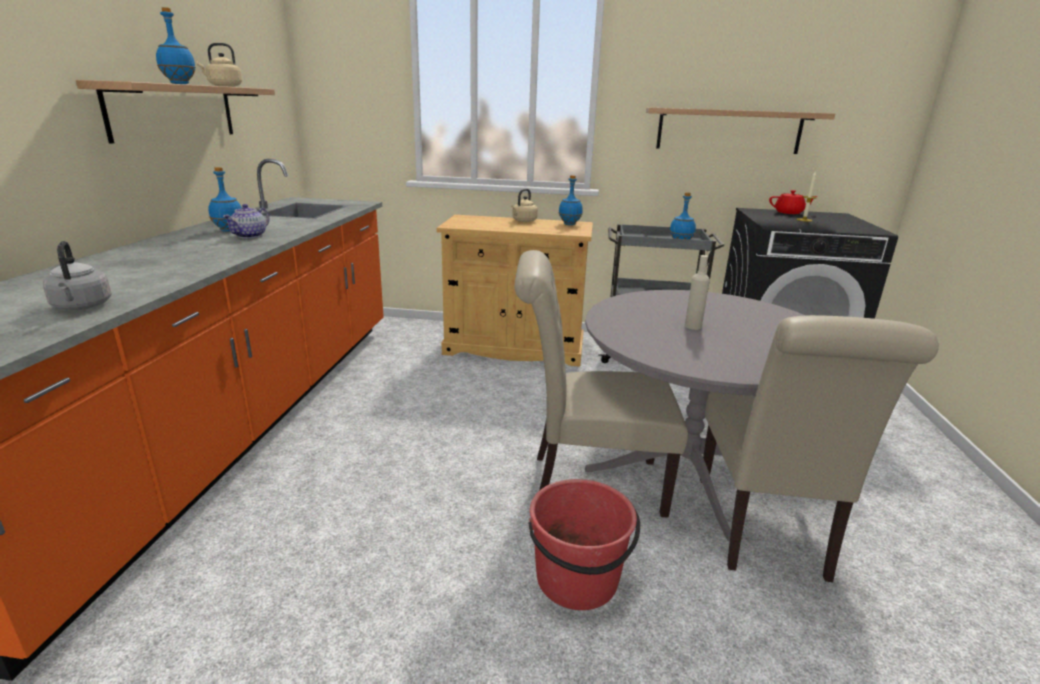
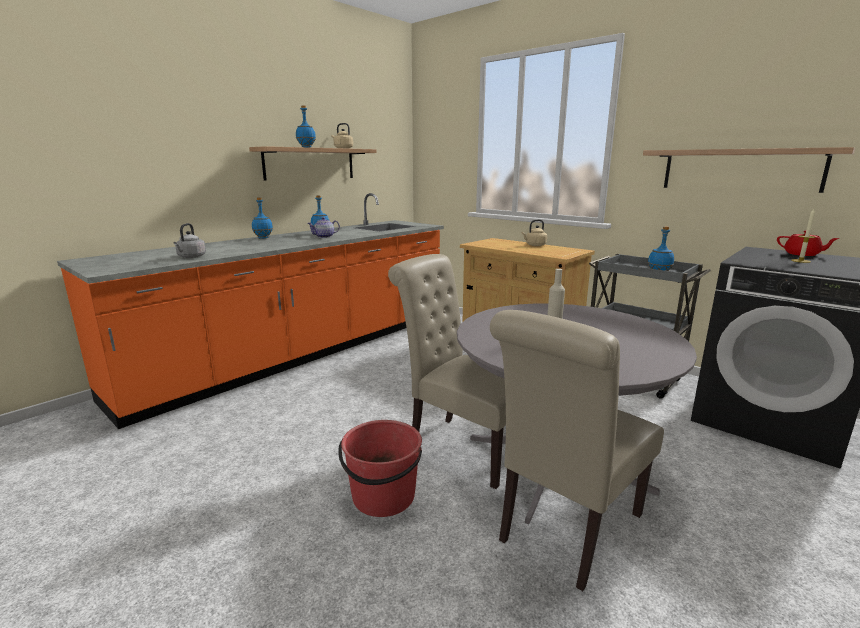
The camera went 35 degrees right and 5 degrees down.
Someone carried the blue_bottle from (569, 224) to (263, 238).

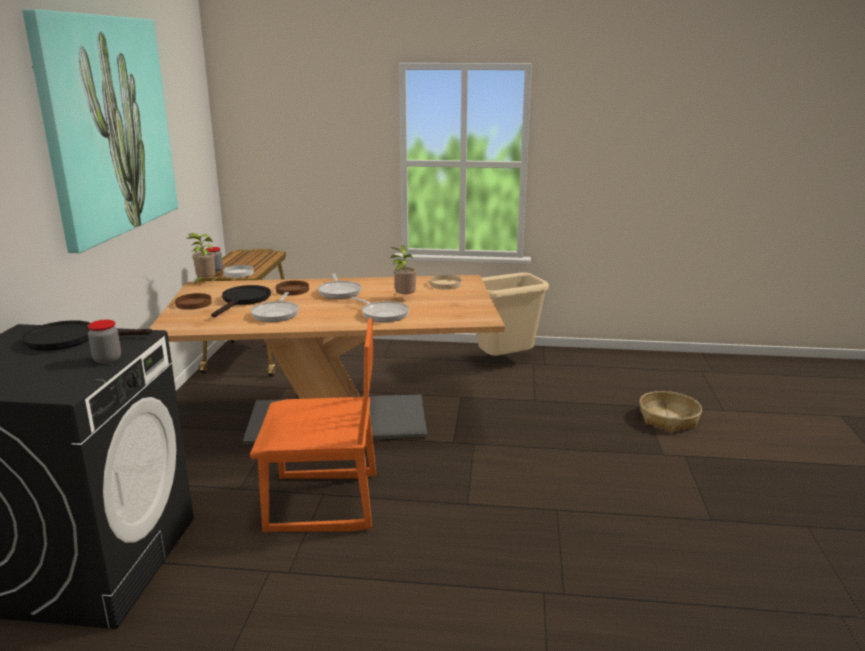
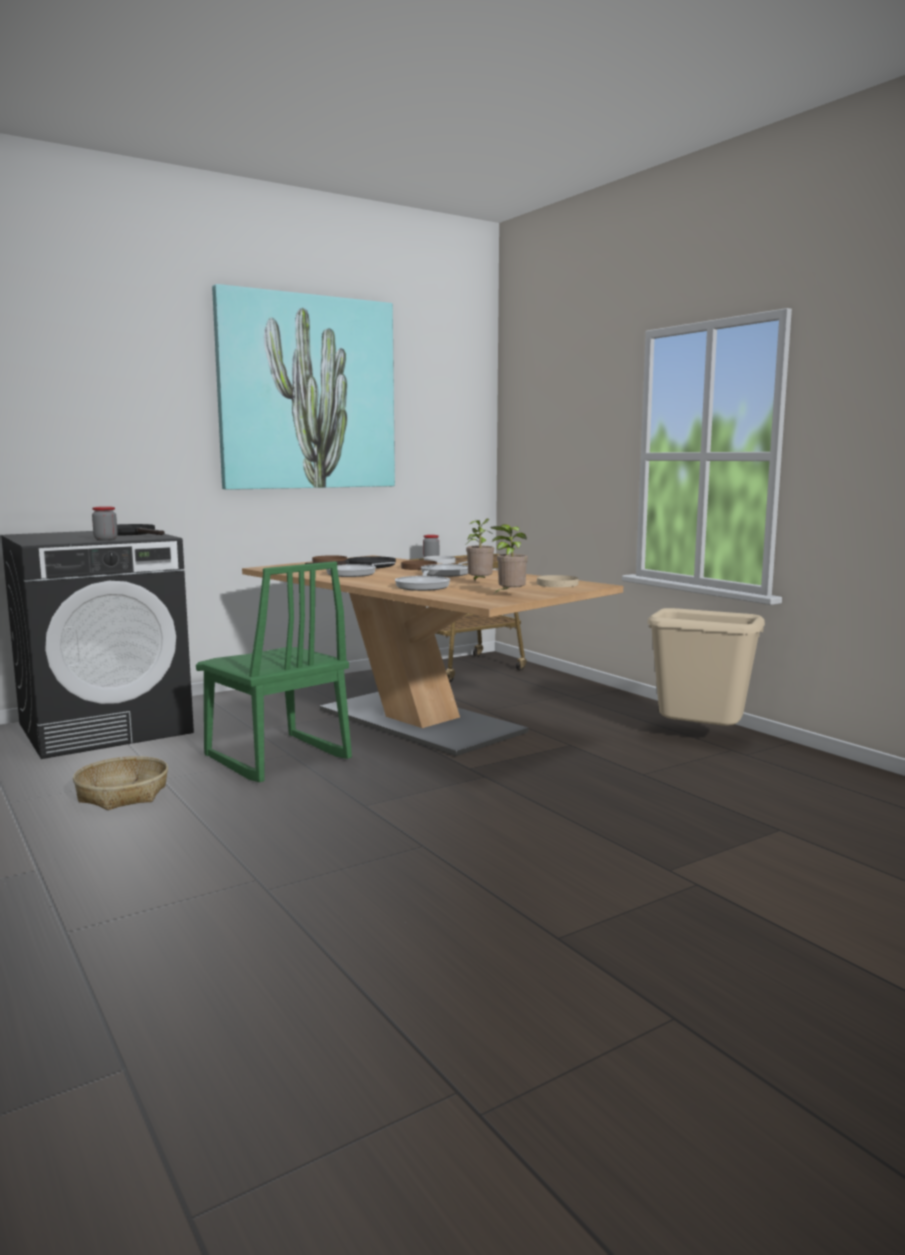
The camera went 50 degrees right and 10 degrees down.
Someone carried the potted_plant from (205, 282) to (509, 596).
Someone repainted the orange_chair at (322, 503), which became the green_chair at (276, 759).
Someone carried the basket from (668, 419) to (123, 794).

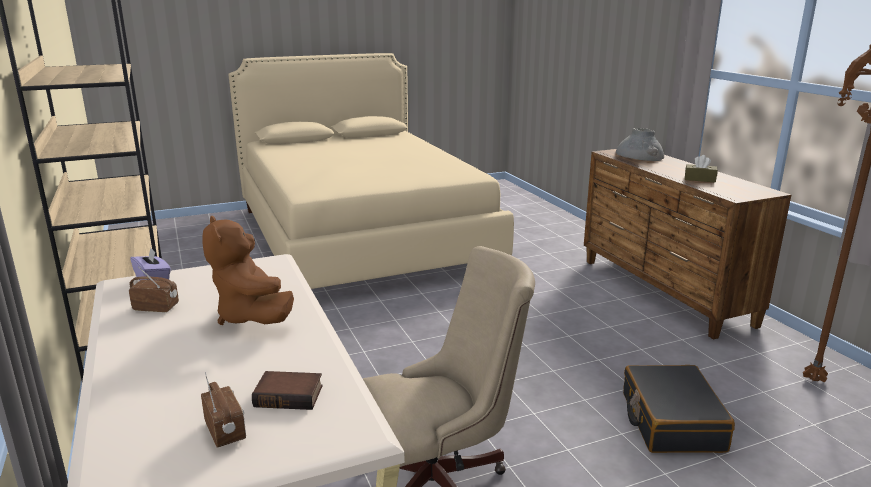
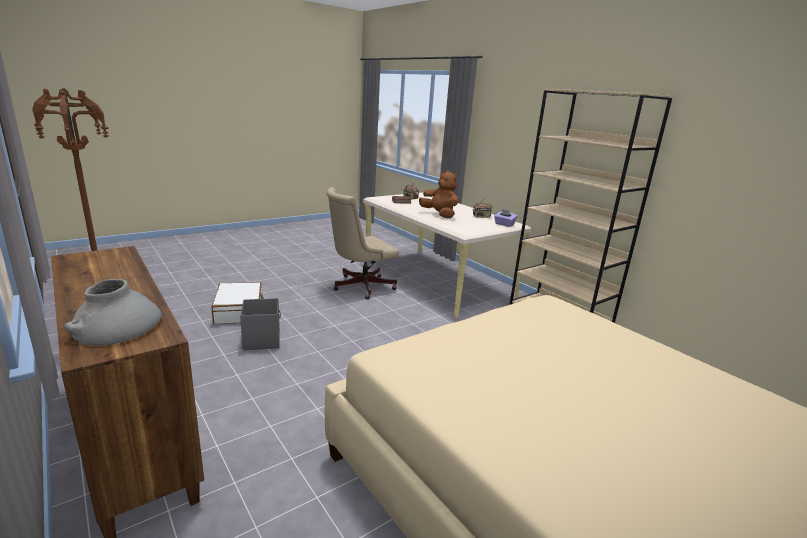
The camera went 165 degrees right and 0 degrees up.
Someone took away the brown_tissue_box at (700, 179).
Someone repainted the black_suitcase at (671, 421), which became the white_suitcase at (240, 311).
Someone put down the grey_storage_box at (262, 340).

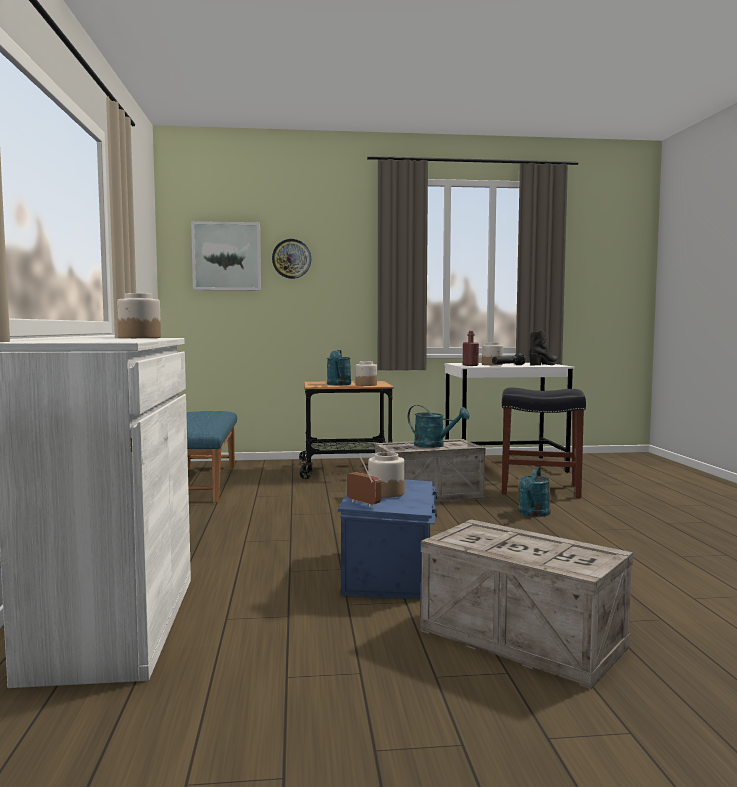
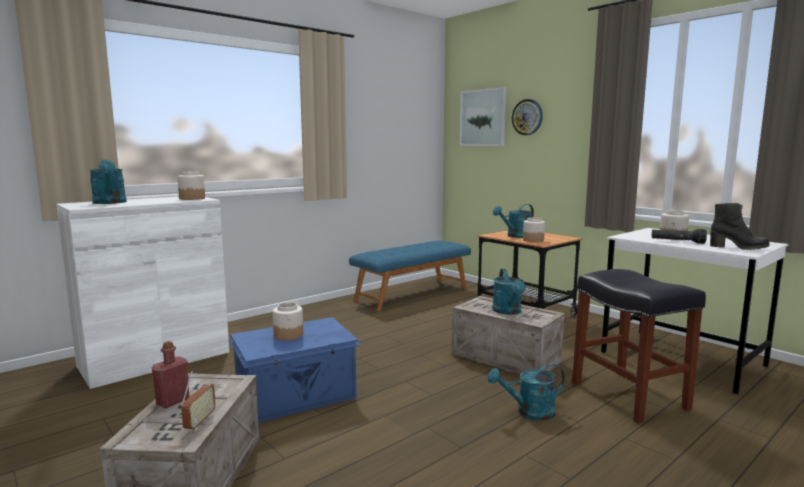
The camera went 55 degrees right and 5 degrees up.
Someone carried the red_bottle from (470, 365) to (173, 401).
Someone carried the radio from (363, 503) to (199, 422).
Someone put down the turquoise_watering_can at (110, 203).

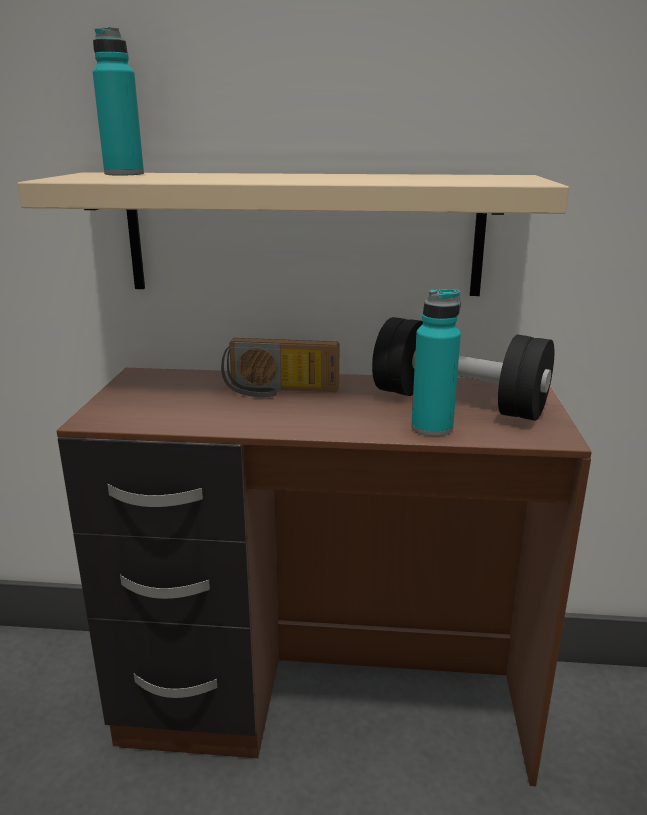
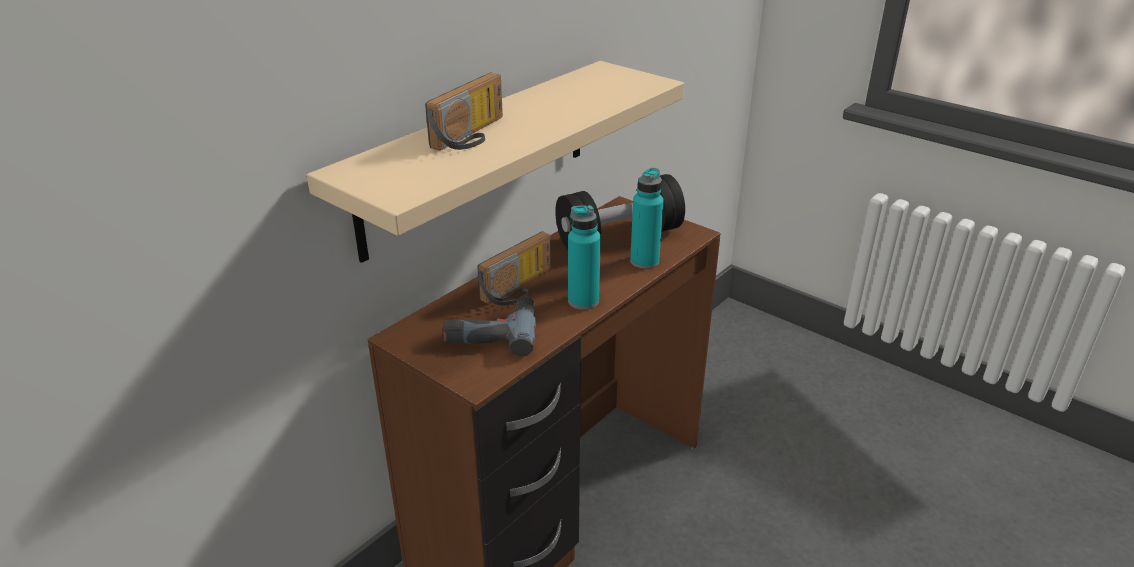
The camera went 55 degrees left and 10 degrees up.
Someone carried the turquoise_bottle from (124, 174) to (583, 301).
Someone put down the radio at (473, 135).
Someone put down the power_drill at (492, 332).

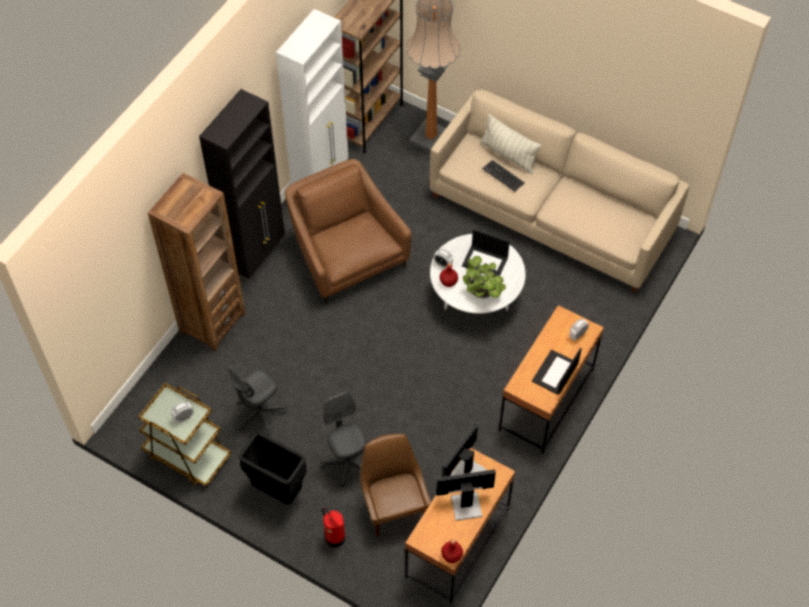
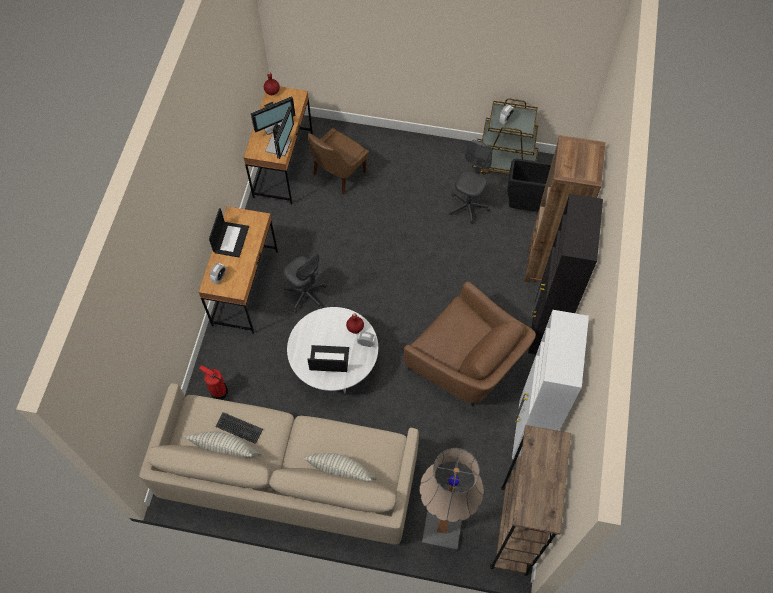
The camera went 160 degrees right and 5 degrees up.
Someone carried the keyboard from (503, 175) to (239, 428).
Someone took away the potted_plant at (483, 294).
Someone carried the grey_office_chair from (347, 463) to (306, 295).
Someone carried the black_trash_can from (278, 490) to (526, 208).
Someone rotated the brown_chair at (394, 507) by 75 degrees clockwise.
Someone carried the fire_extinguisher from (335, 538) to (219, 391).
Someone put down the pillow at (226, 450).

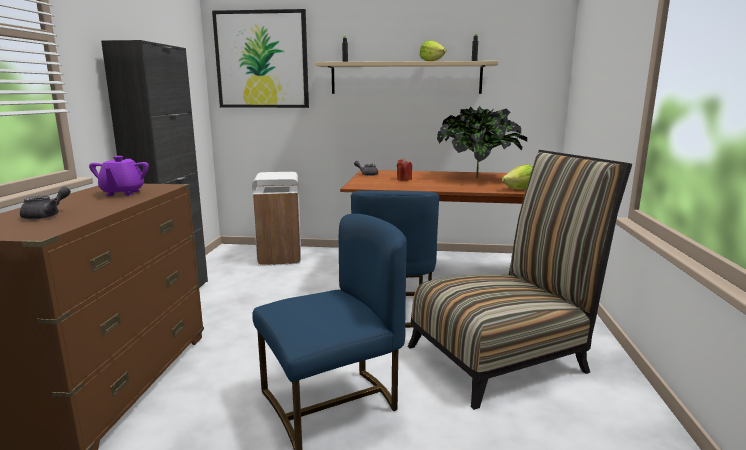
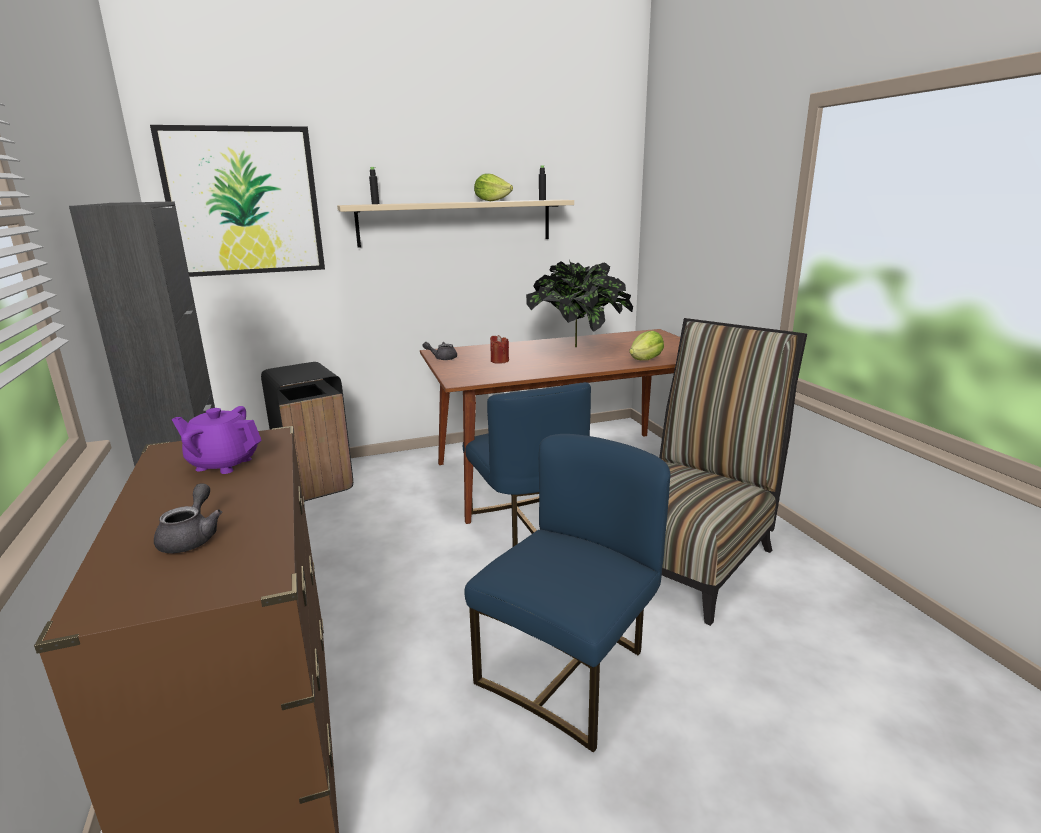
The camera went 25 degrees left and 5 degrees up.
Someone rotated the purple_teapot at (122, 193) by 135 degrees clockwise.
Someone repainted the white_trash_can at (280, 257), which became the black_trash_can at (316, 483).

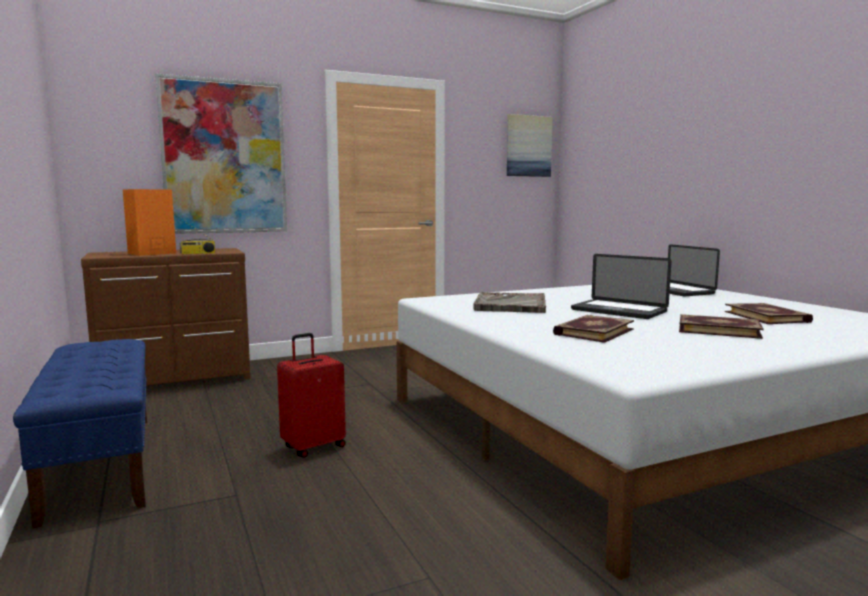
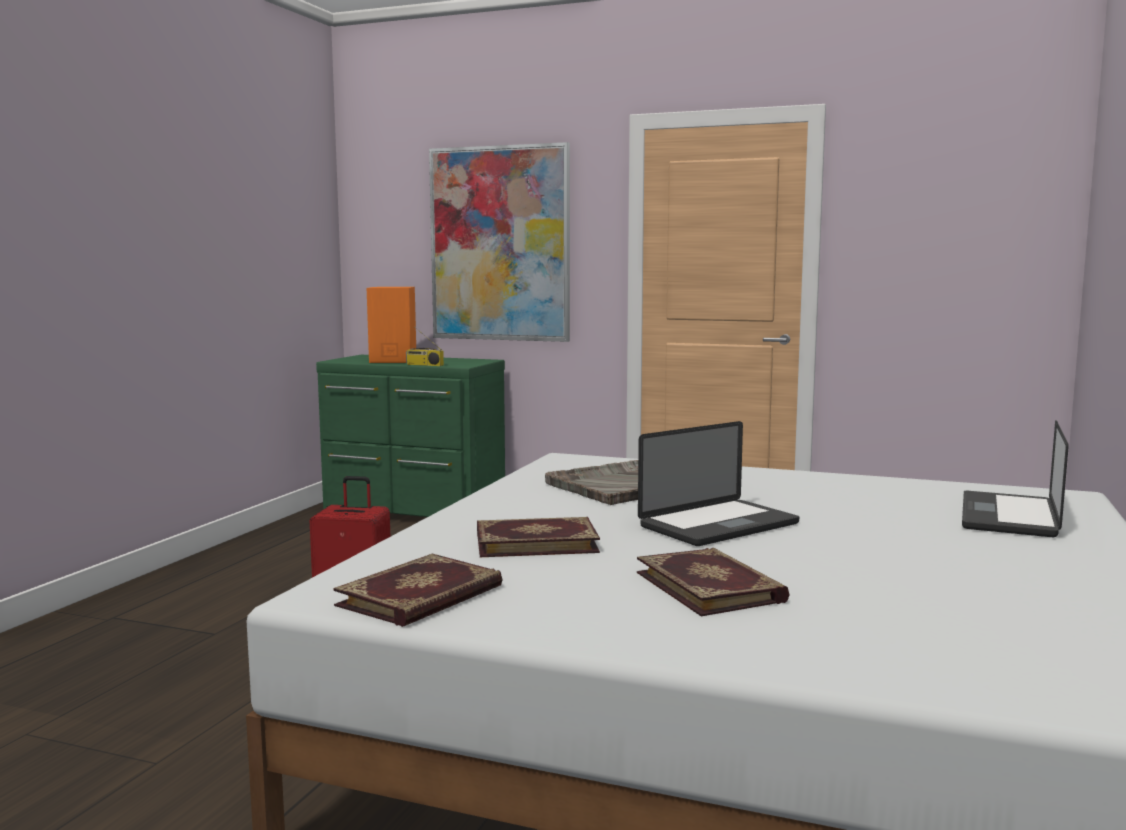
The camera went 45 degrees right and 0 degrees up.
Someone took away the picture at (528, 146).
Someone repainted the brown_dresser at (176, 379), which became the green_dresser at (414, 511).
Someone rotated the laptop at (618, 311) by 120 degrees counterclockwise.
Someone carried the book from (767, 317) to (422, 596).
Someone took away the blue_bench at (100, 464).

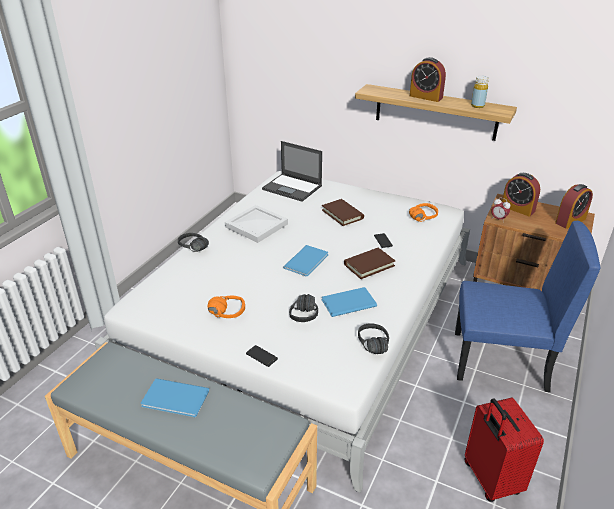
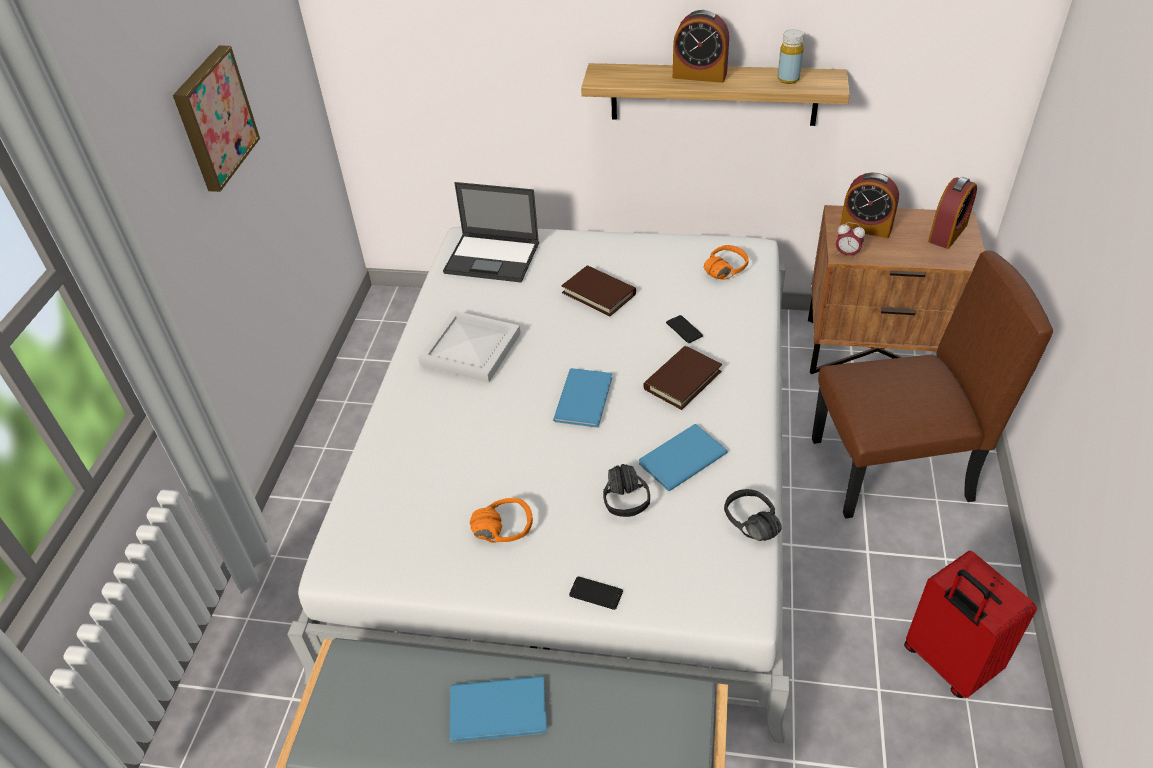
The camera went 15 degrees left and 10 degrees up.
Someone repainted the blue_chair at (500, 361), which became the brown_chair at (891, 470).
Someone took away the black_headphones at (190, 249).
Someone put up the picture at (213, 118).

